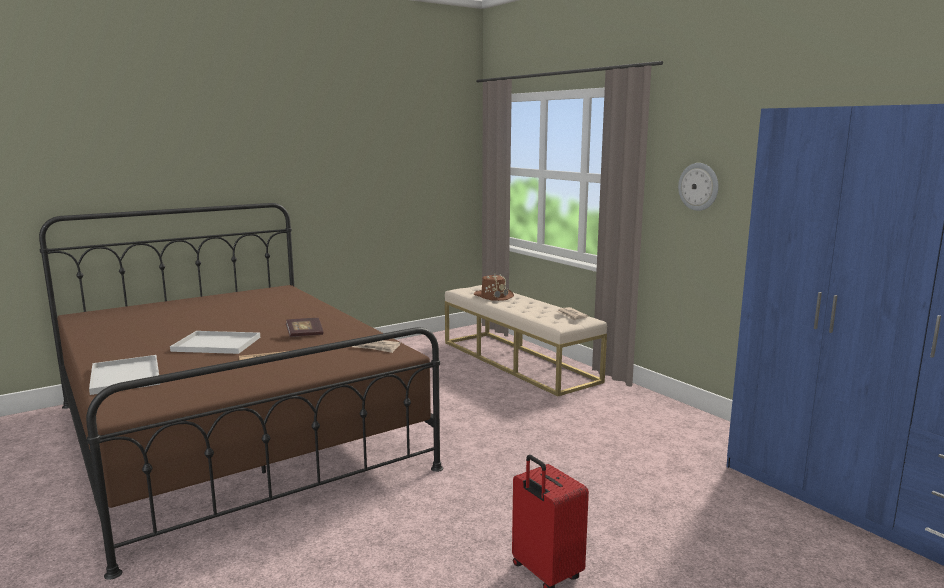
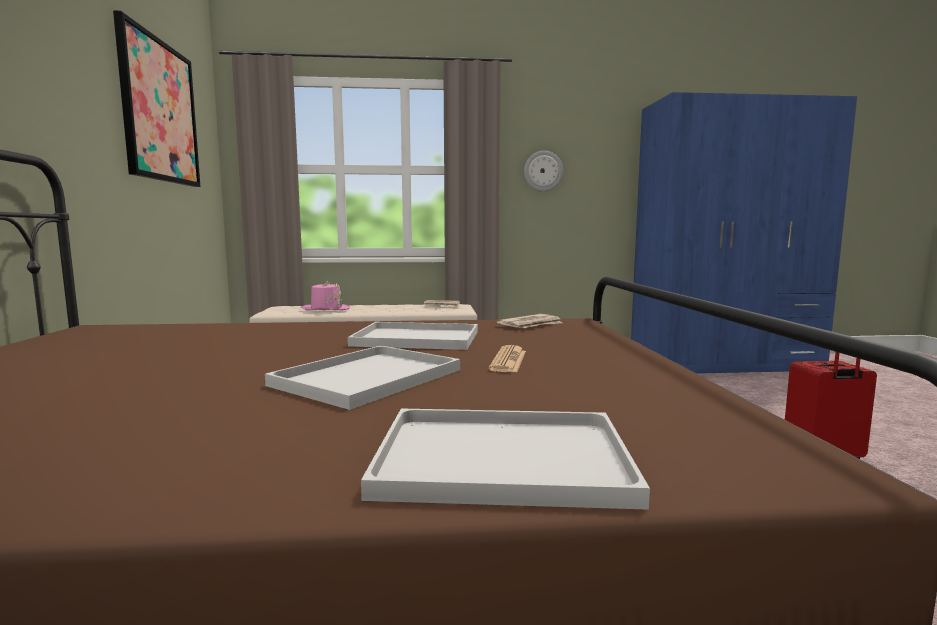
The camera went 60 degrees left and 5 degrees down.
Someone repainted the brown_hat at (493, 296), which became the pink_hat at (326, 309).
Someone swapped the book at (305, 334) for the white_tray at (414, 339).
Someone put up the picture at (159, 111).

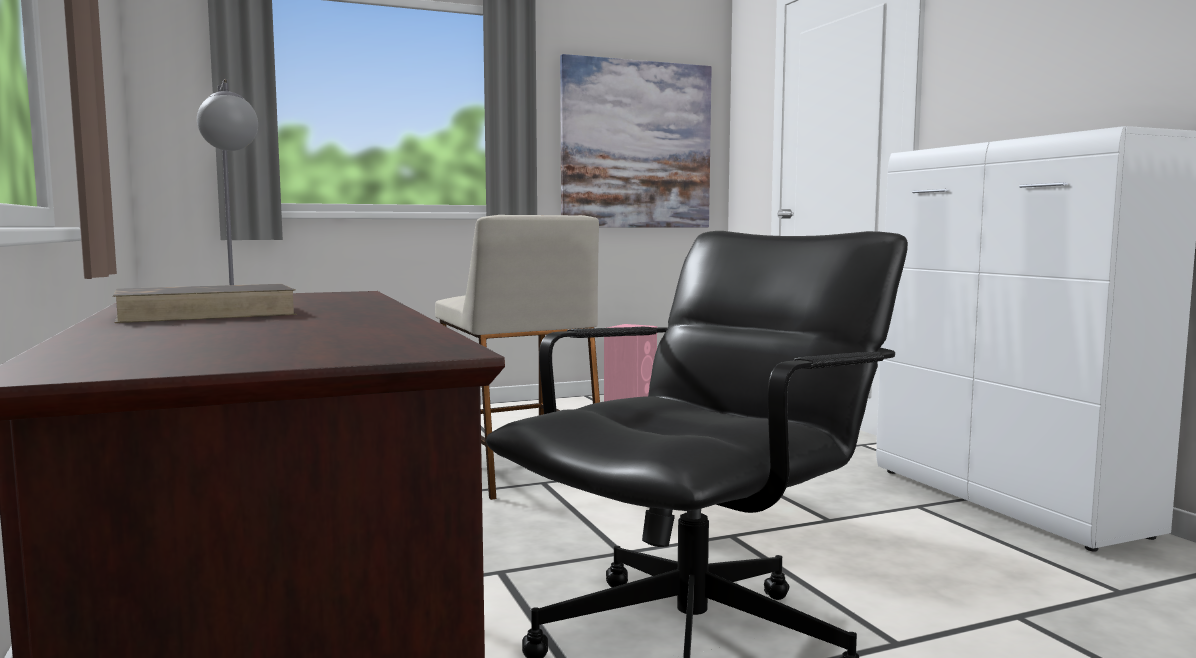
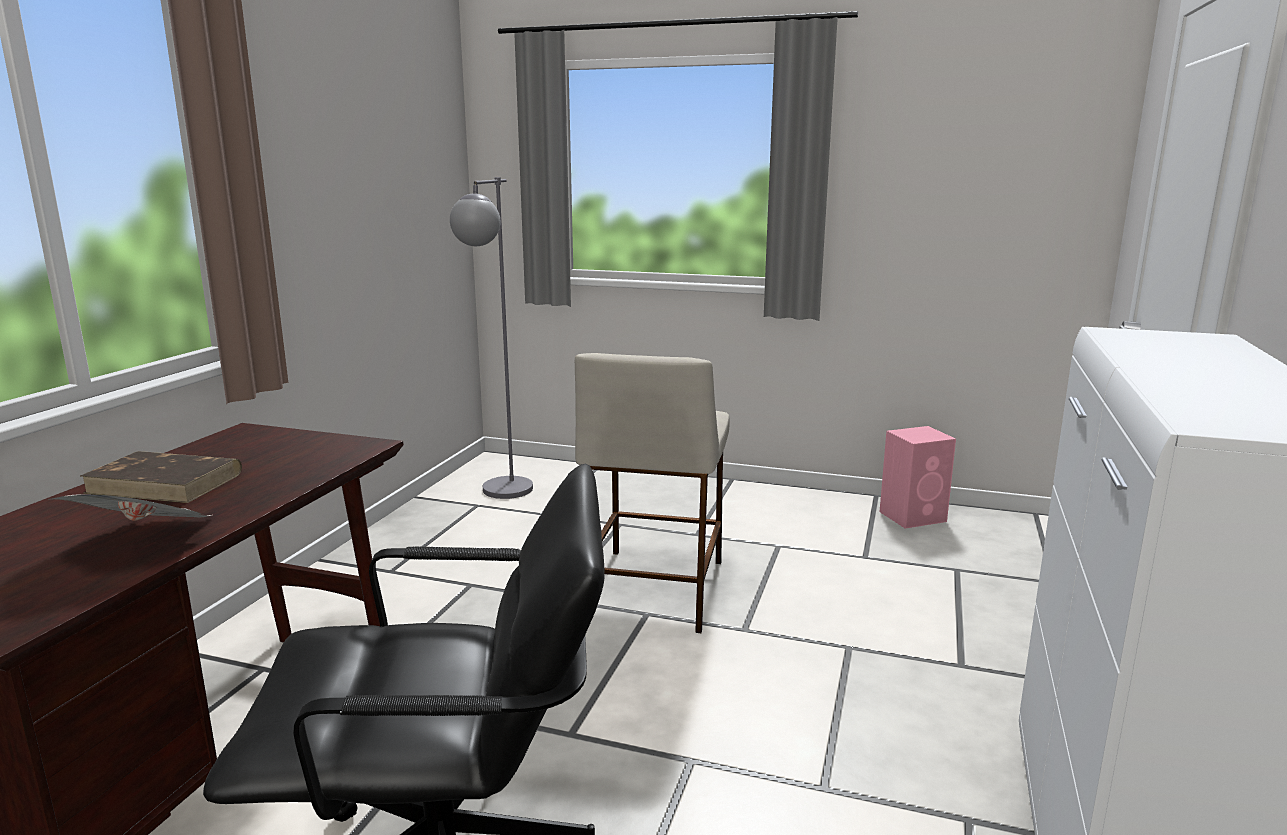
The camera went 40 degrees right and 10 degrees up.
Someone took away the picture at (636, 145).
Someone put down the newspaper at (147, 542).

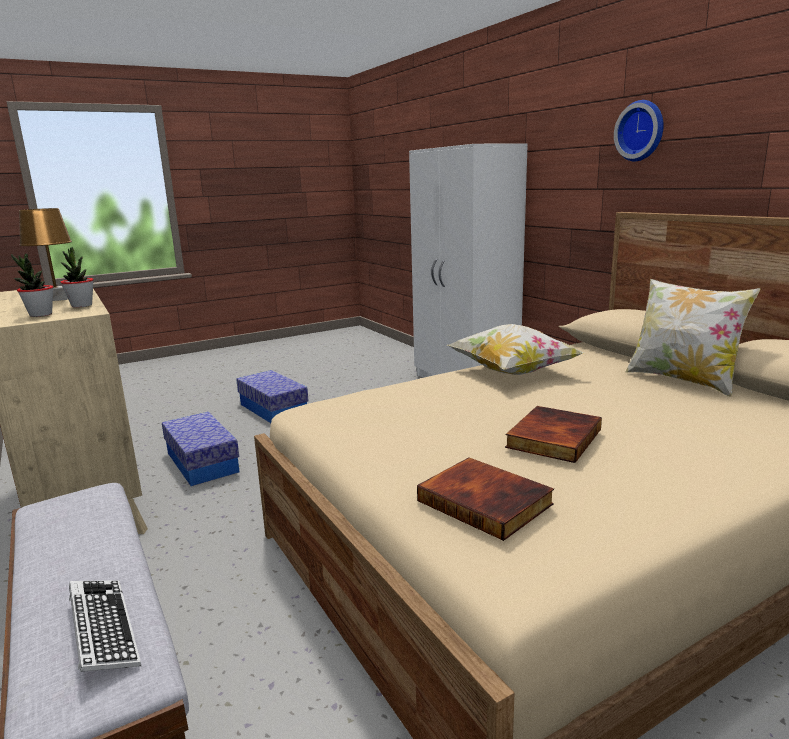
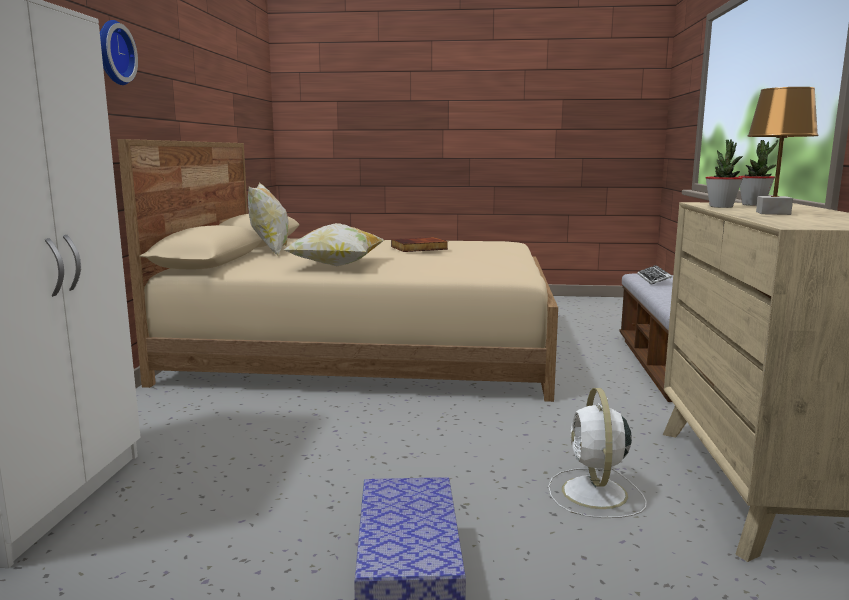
The camera went 145 degrees left and 5 degrees down.
Someone swapped the storage_box at (202, 462) for the white_fan at (595, 494).
Someone took away the book at (486, 501).

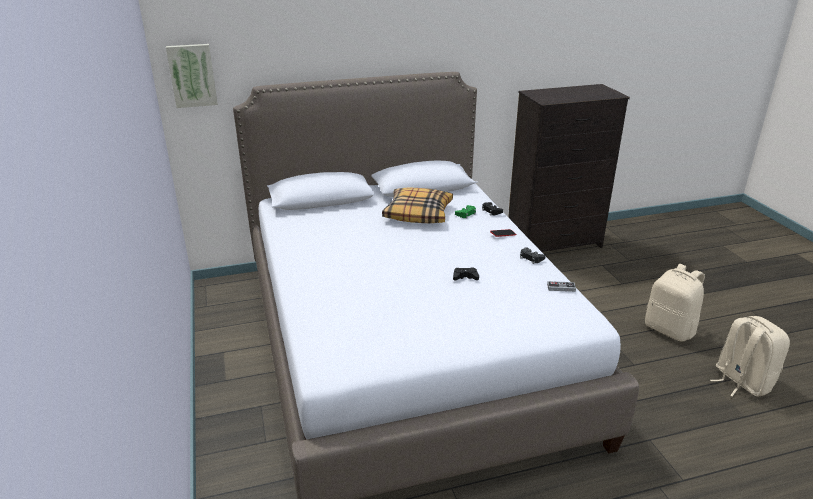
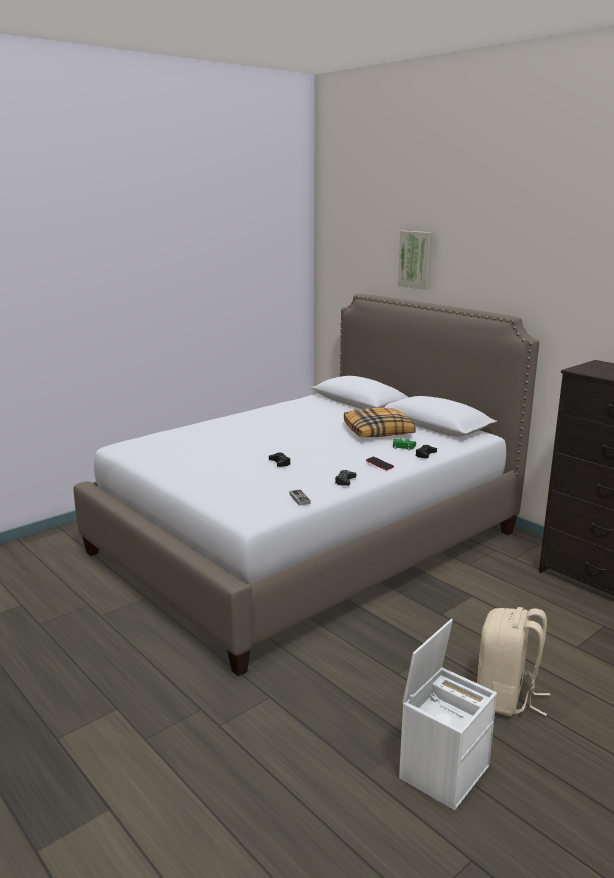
The camera went 65 degrees right and 10 degrees down.
Someone carried the picture from (192, 75) to (416, 259).
Someone swapped the beige_backpack at (741, 381) for the white_storage_box at (444, 770).

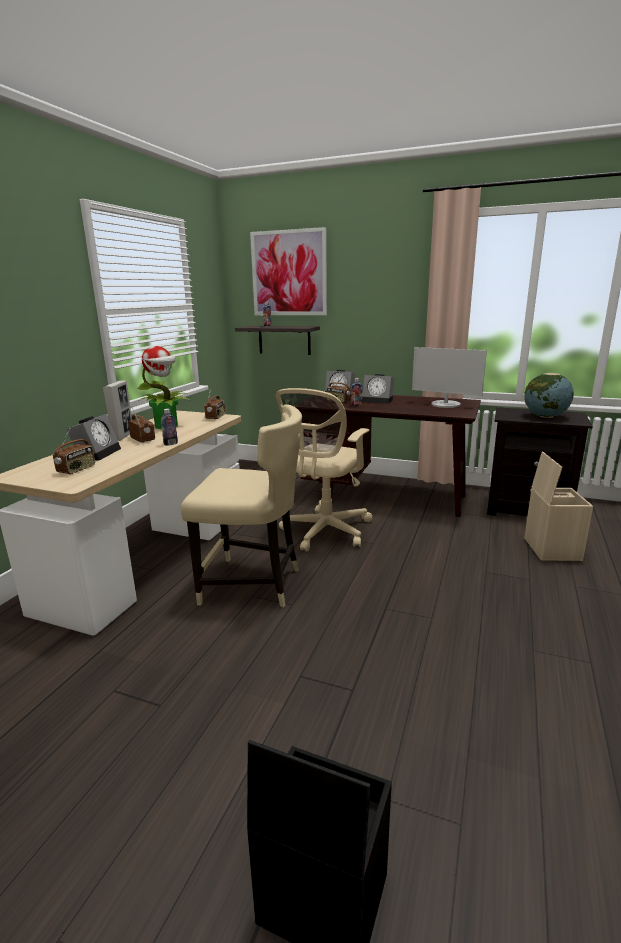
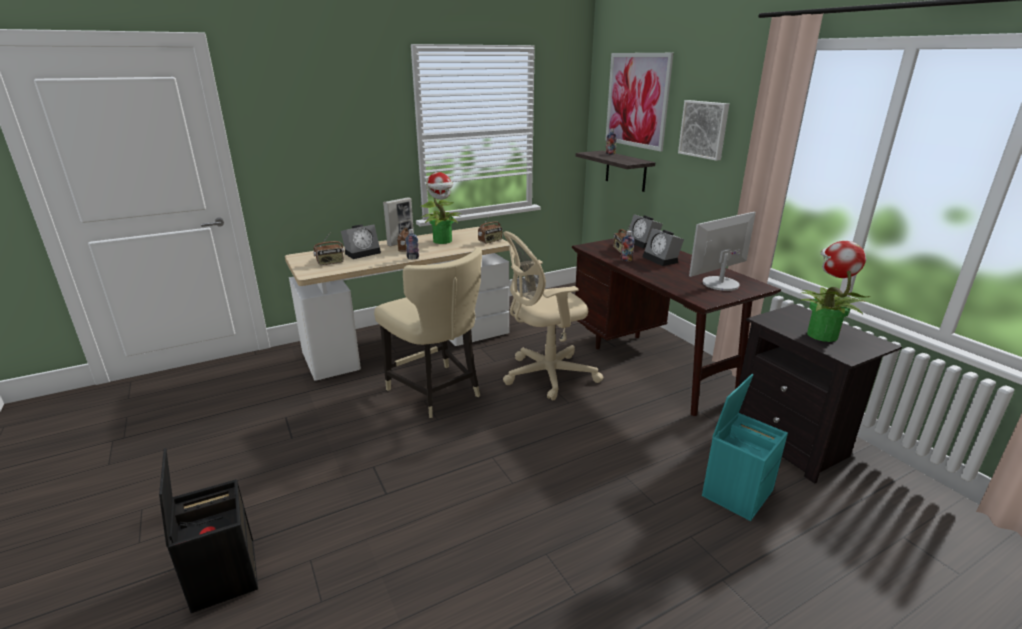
The camera went 40 degrees right and 5 degrees up.
Someone rotated the monitor at (445, 404) by 75 degrees clockwise.
Someone swapped the globe at (545, 417) for the potted_plant at (821, 334).
Someone repainted the beige_storage_box at (550, 548), which became the turquoise_storage_box at (737, 491).
Someone put up the picture at (704, 129).

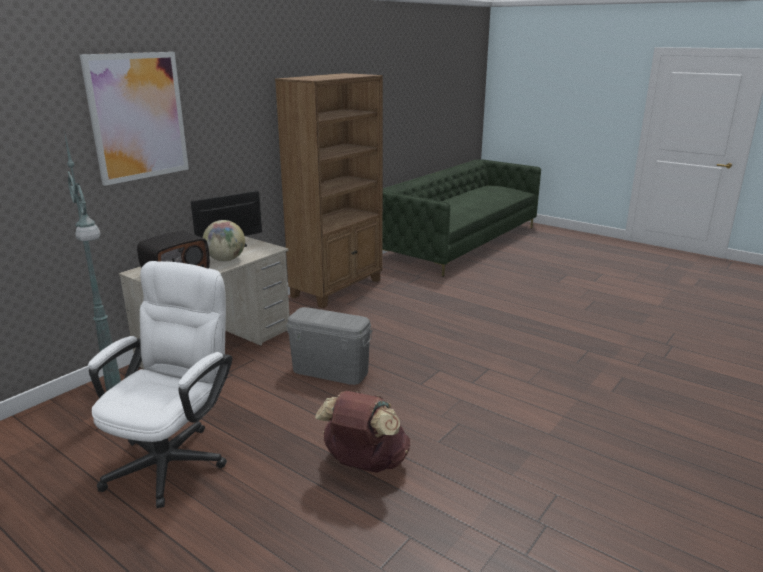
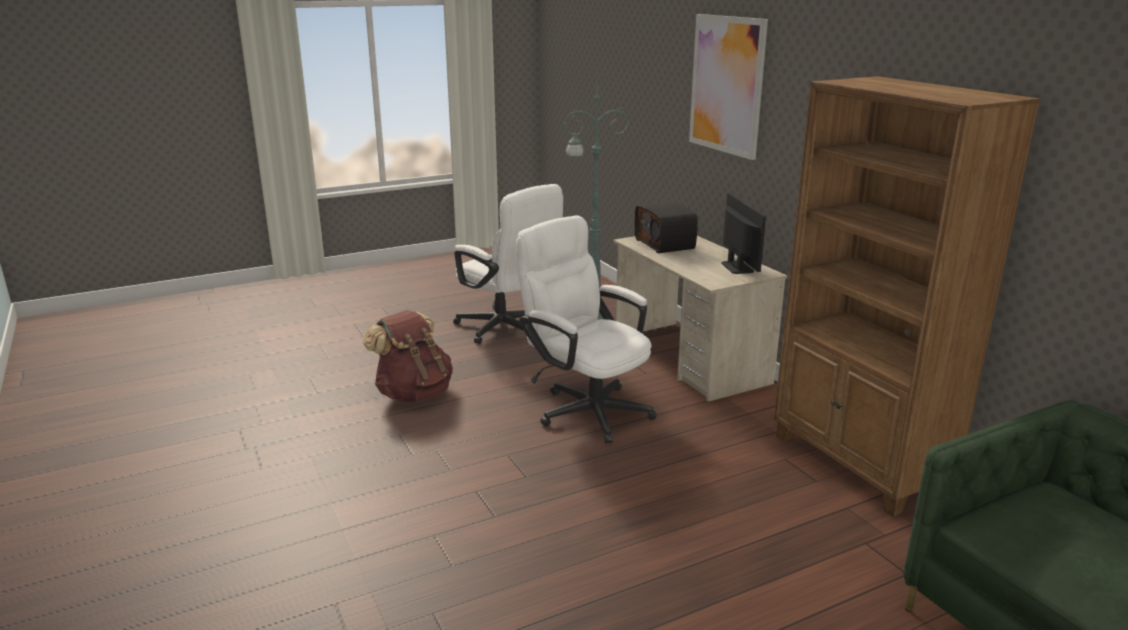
The camera went 115 degrees right and 0 degrees up.
Someone took away the globe at (225, 260).
Someone swapped the grey_storage_box at (330, 371) for the white_office_chair at (586, 408).

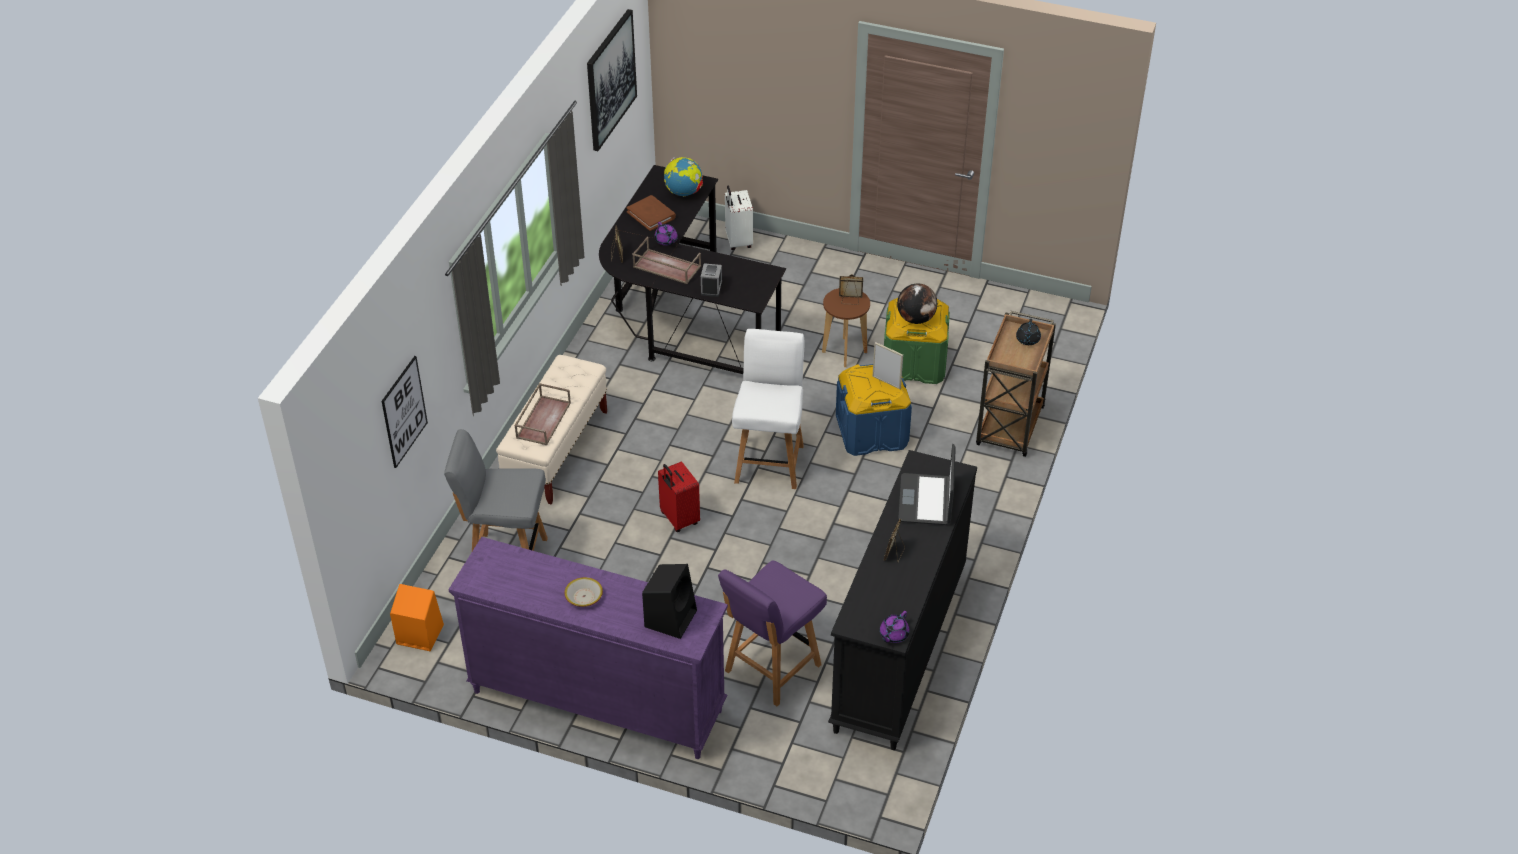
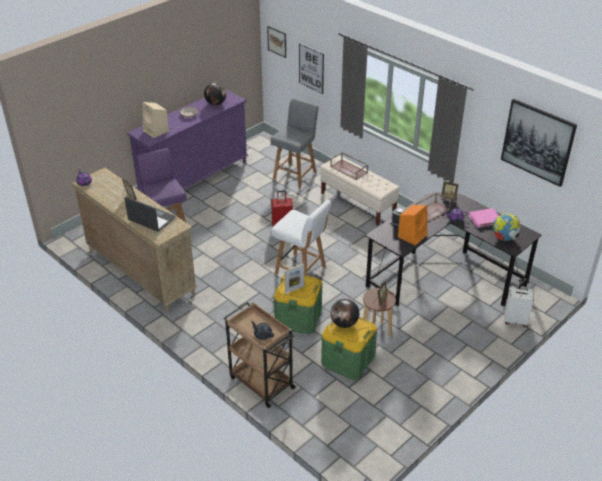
The camera went 115 degrees right and 5 degrees down.
Someone repainted the brown_book at (651, 215), which became the pink_book at (485, 219).
Someone repainted the blue_storage_box at (871, 432), which became the green_storage_box at (298, 318).
Someone repainted the black_dresser at (898, 651), which became the beige_dresser at (140, 271).
Someone repainted the black_speaker at (671, 617), which became the beige_speaker at (156, 131).
Someone carried the orange_speaker from (418, 634) to (412, 235).
Someone put up the picture at (277, 41).
Someone put down the globe at (215, 103).

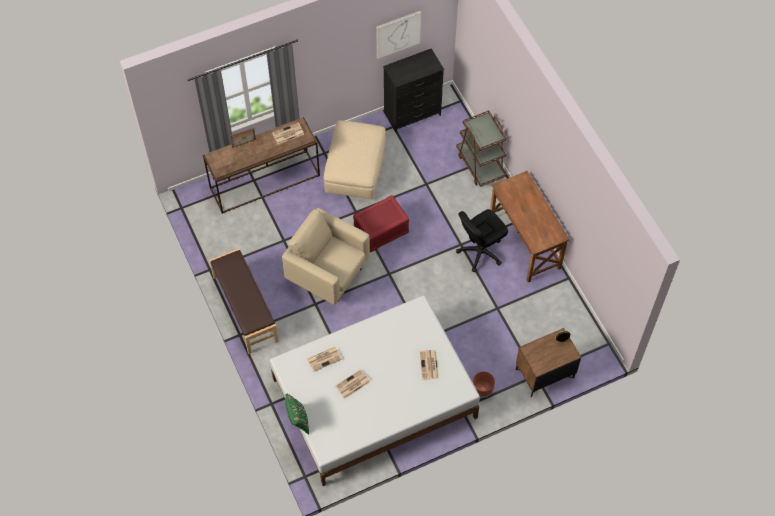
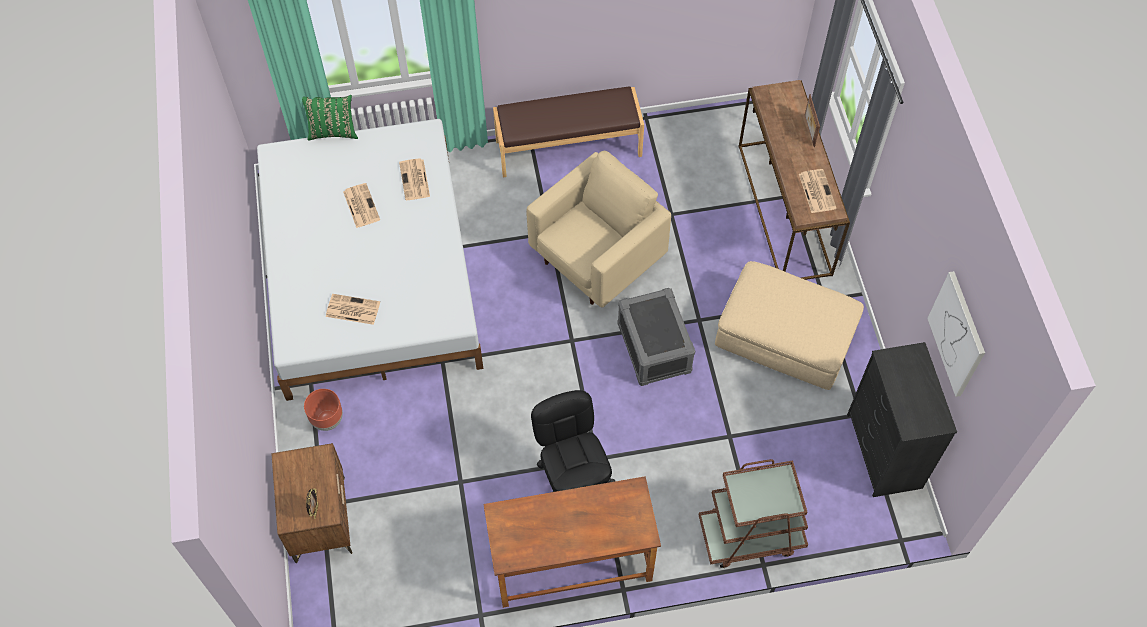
The camera went 105 degrees right and 0 degrees up.
Someone repainted the red_storage_box at (381, 231), which became the grey_storage_box at (653, 347).

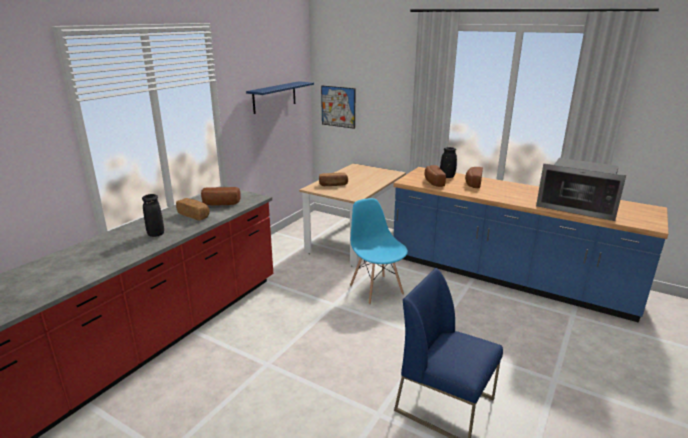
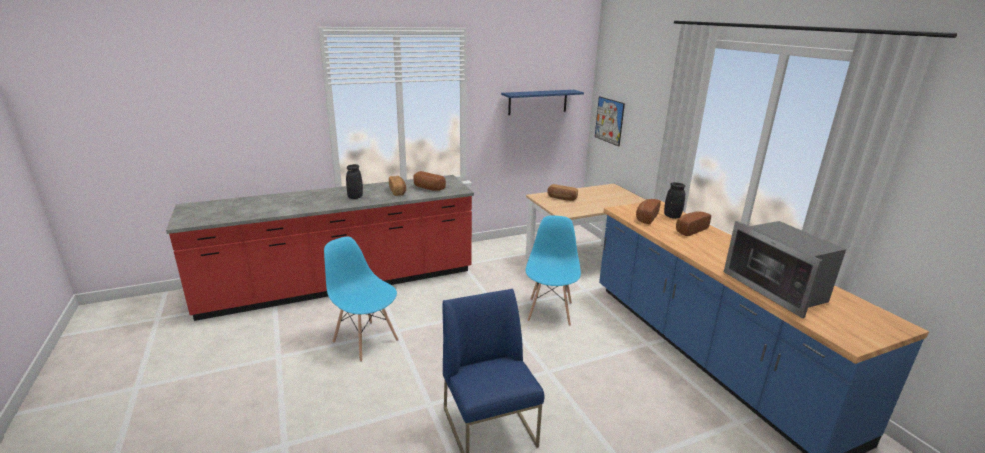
The camera went 35 degrees right and 0 degrees up.
Someone put down the blue_chair at (365, 340).

